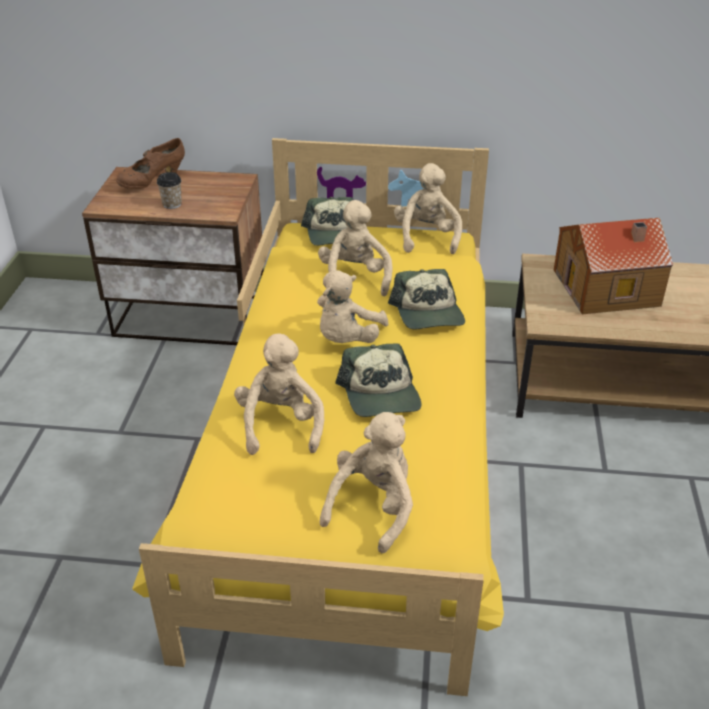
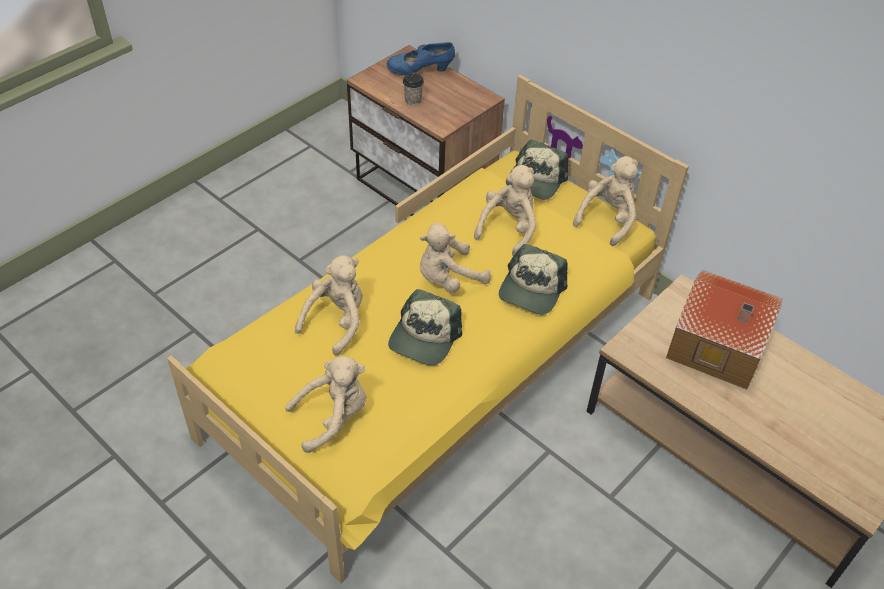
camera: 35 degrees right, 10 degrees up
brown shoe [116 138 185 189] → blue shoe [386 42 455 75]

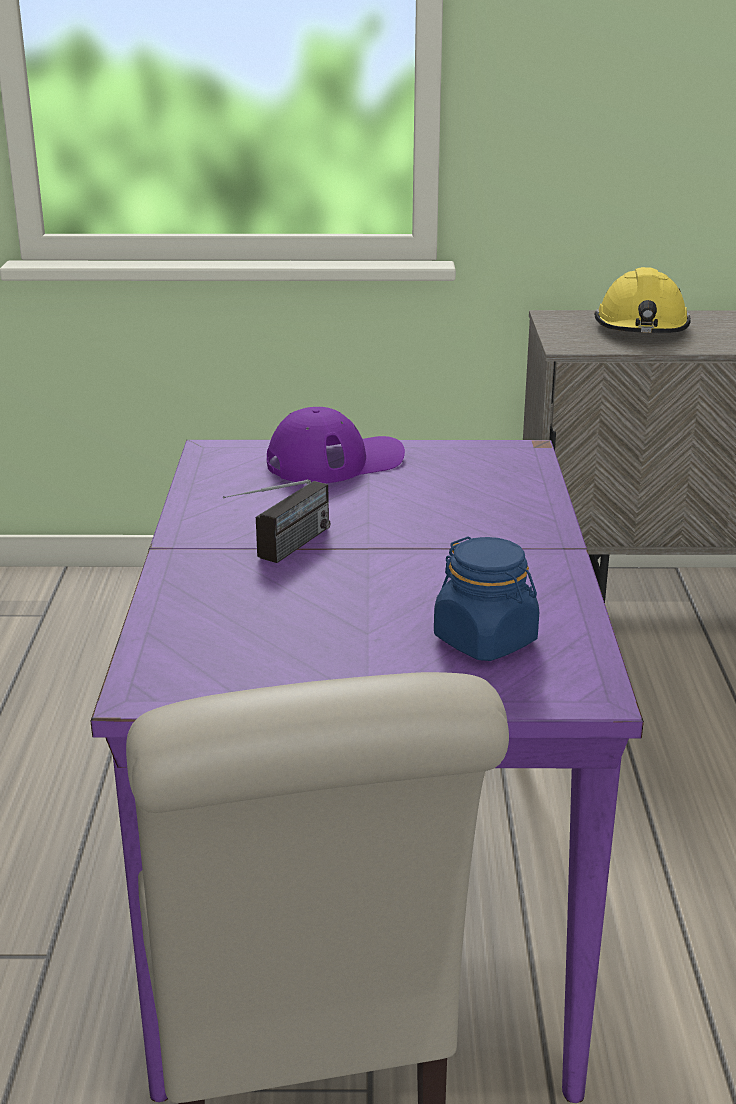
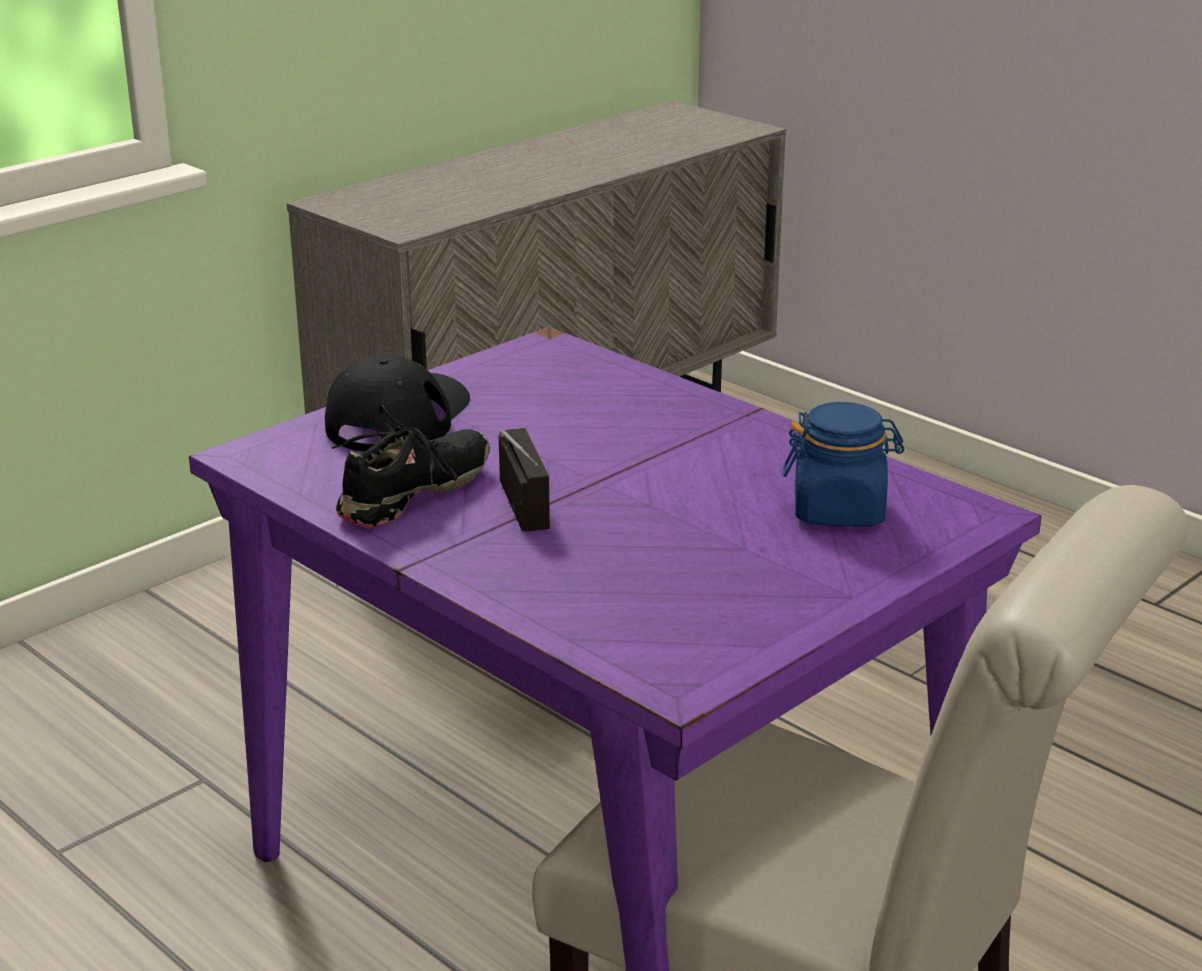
camera: 45 degrees left, 0 degrees up
purple cap [267 407 405 483] → black cap [325 355 470 452]
yellow hard hat [594 267 691 333] → -
- → black shoe [331 405 490 528]

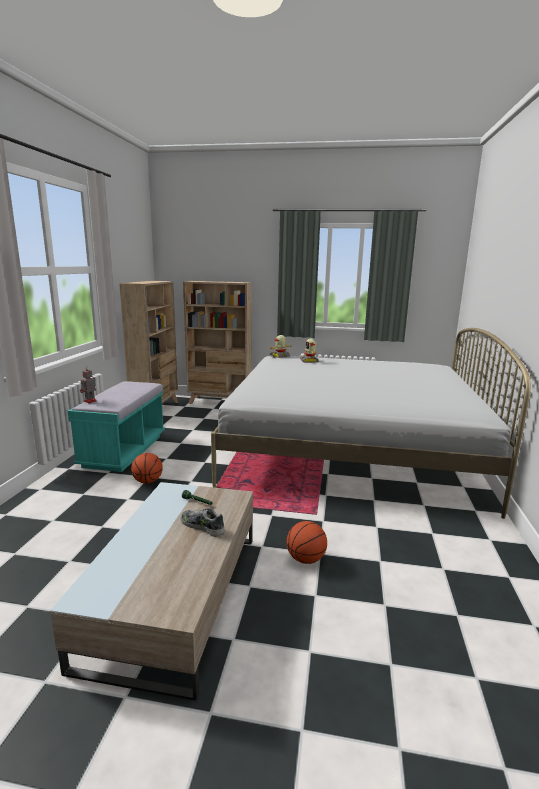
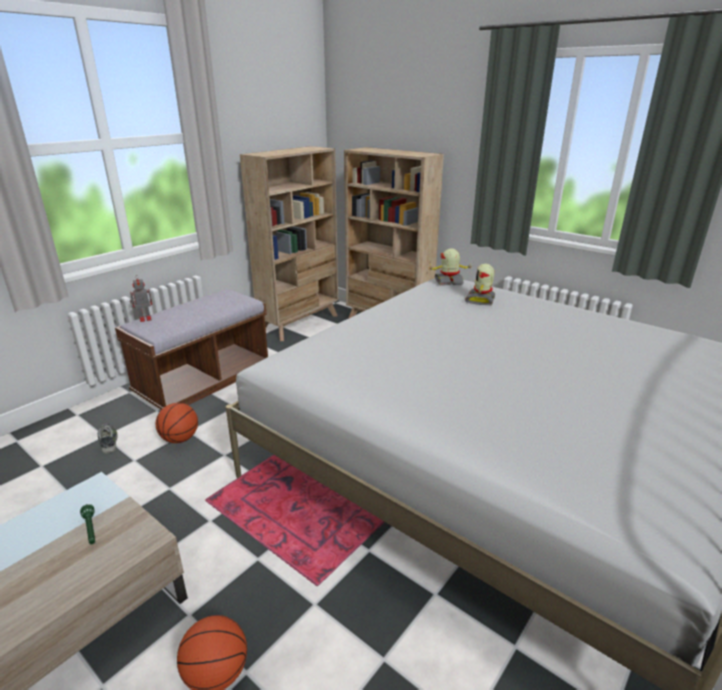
camera: 30 degrees right, 10 degrees up
turquoise bench [68 381 165 472] → brown bench [115 289 268 410]
shoe [181 508 225 537] → shoe [98 423 118 454], relocated

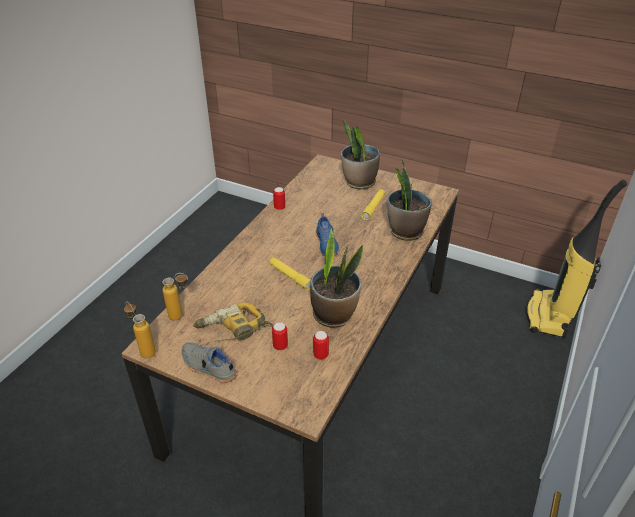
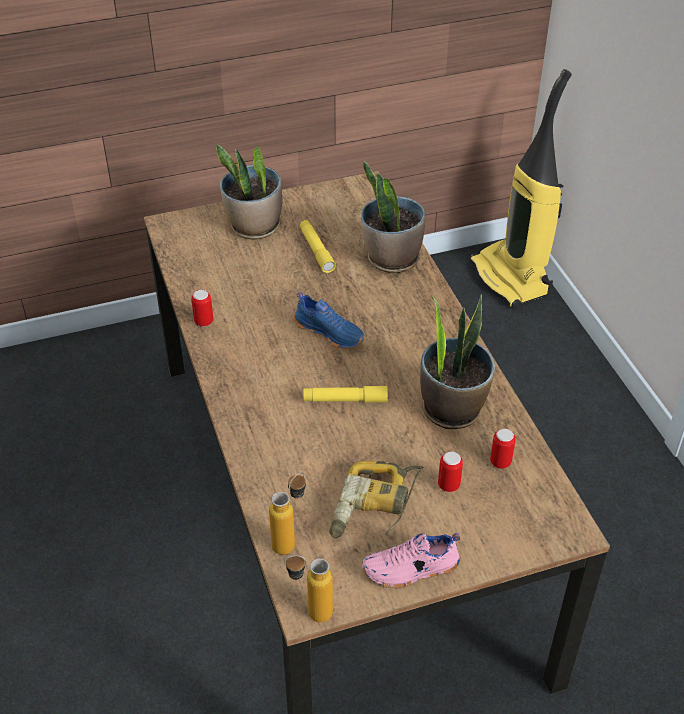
camera: 45 degrees left, 5 degrees up
grey shoe [182 342 237 383] → pink shoe [362 533 460 588]

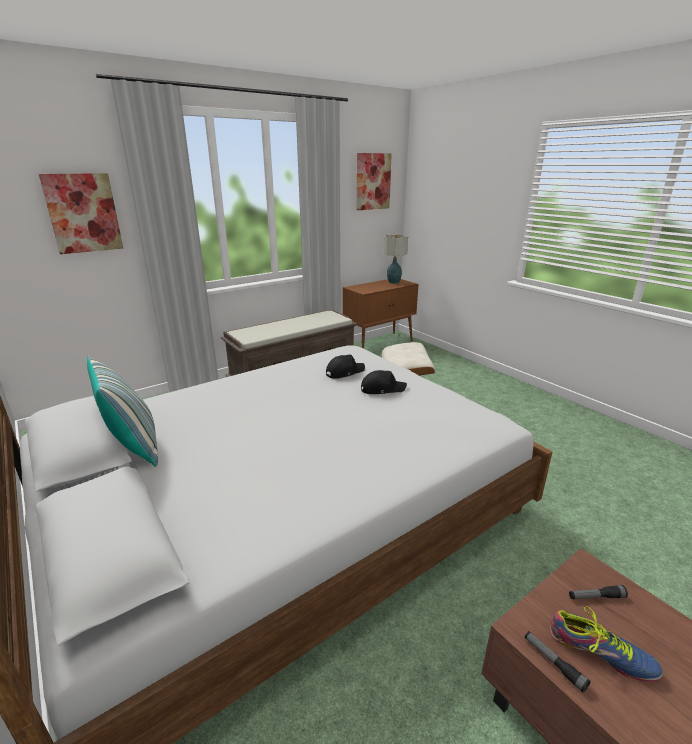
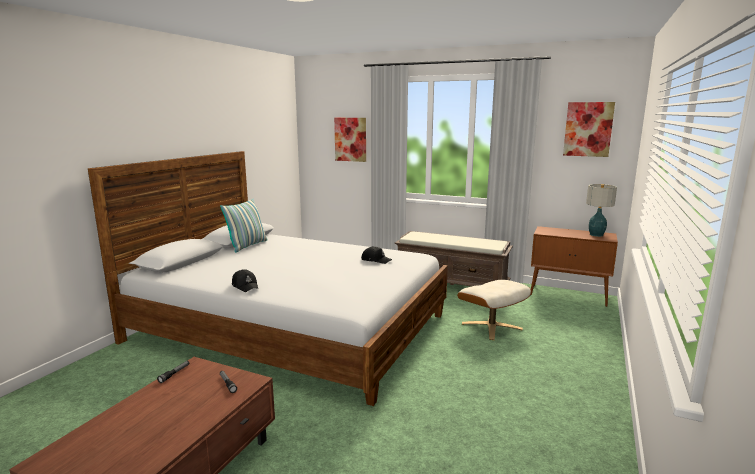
camera: 60 degrees right, 10 degrees down
black cap [361 370 407 394] → black cap [232 269 258 292], relocated
shoe [550 606 663 682] → -

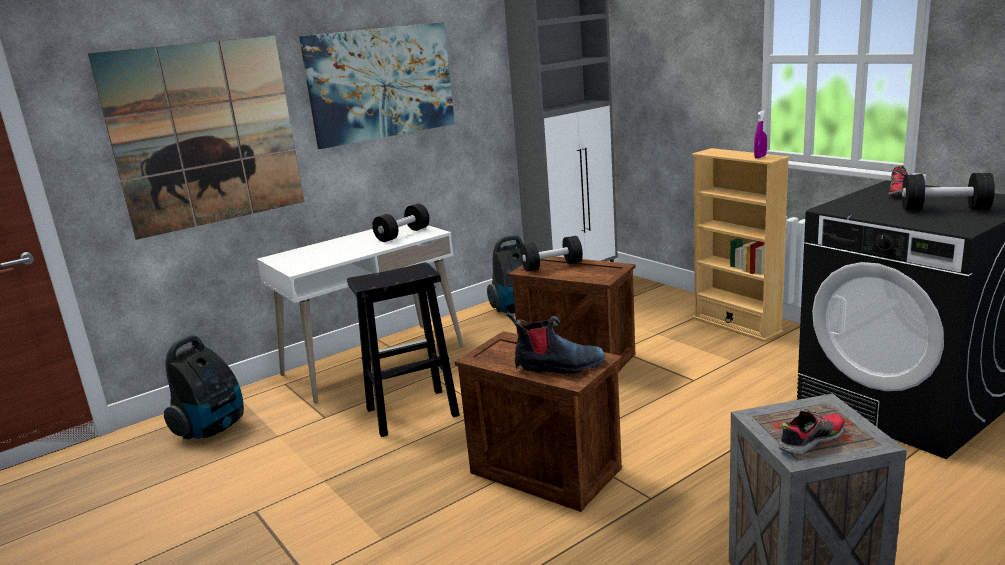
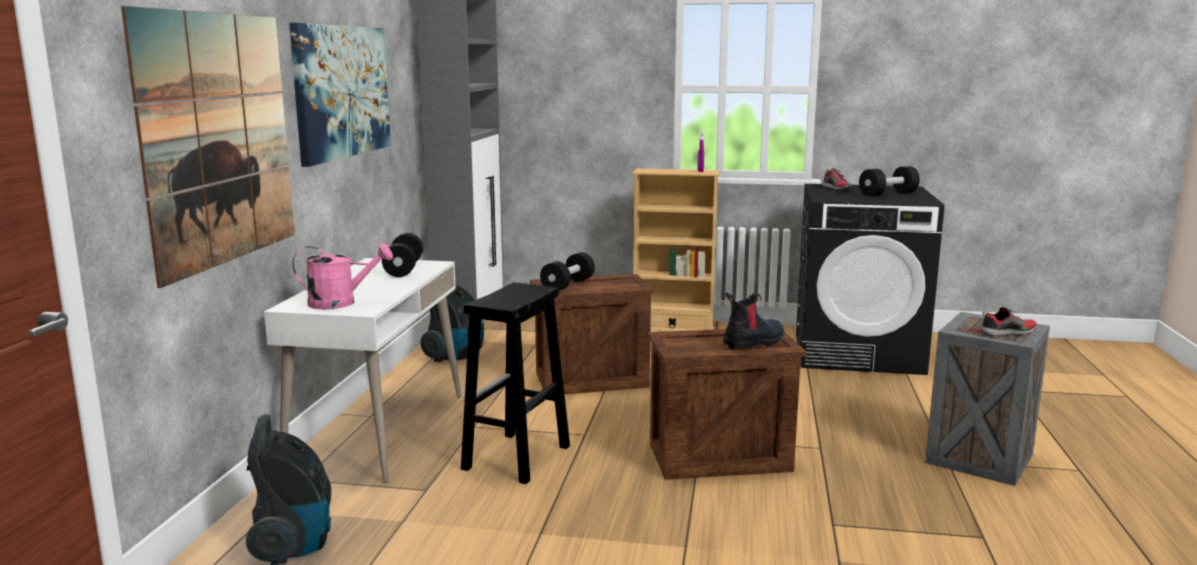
camera: 45 degrees left, 5 degrees down
shoe [778 408 845 455] → shoe [979 307 1037 336], 60 degrees clockwise
- → pink watering can [292 243 393 309]

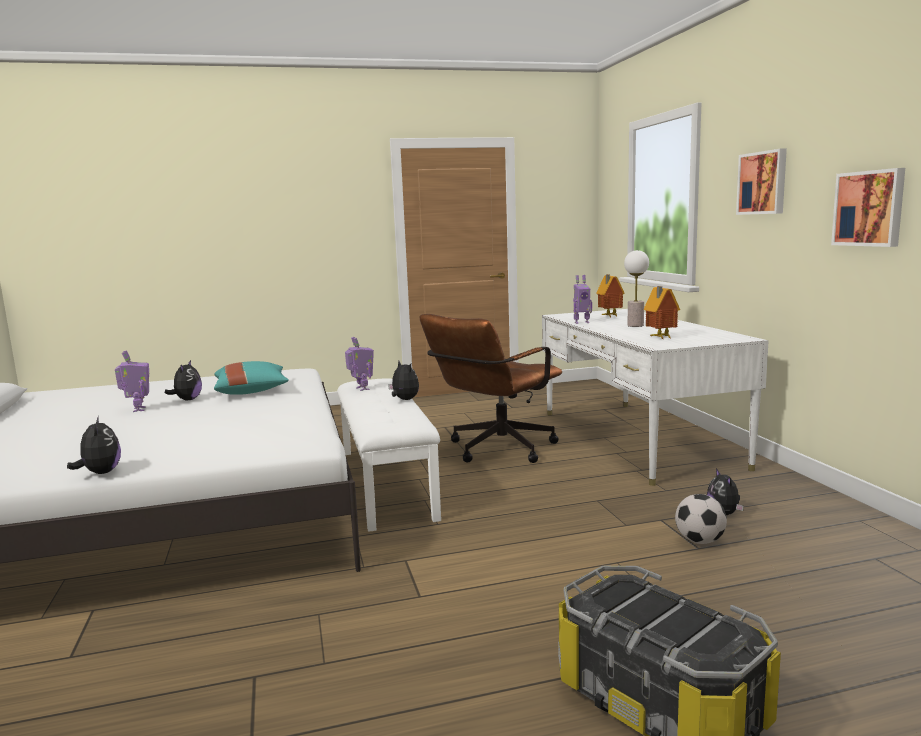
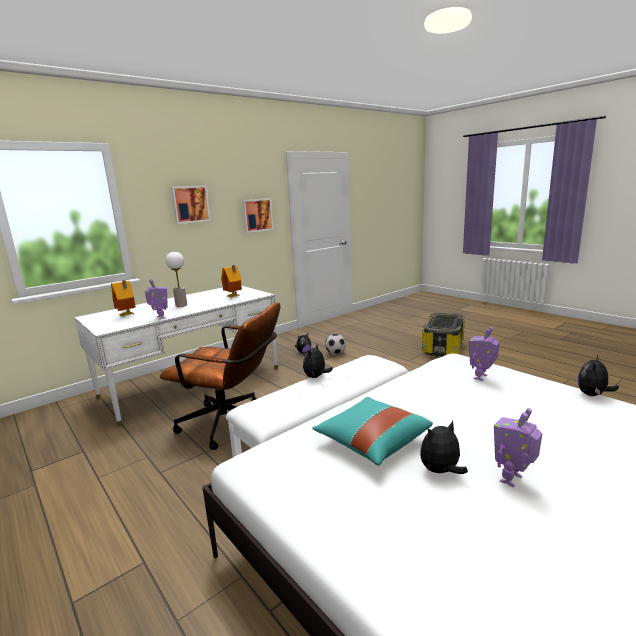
camera: 115 degrees left, 5 degrees up
toy robot [345 337 374 391] → toy robot [469 327 500 381], relocated

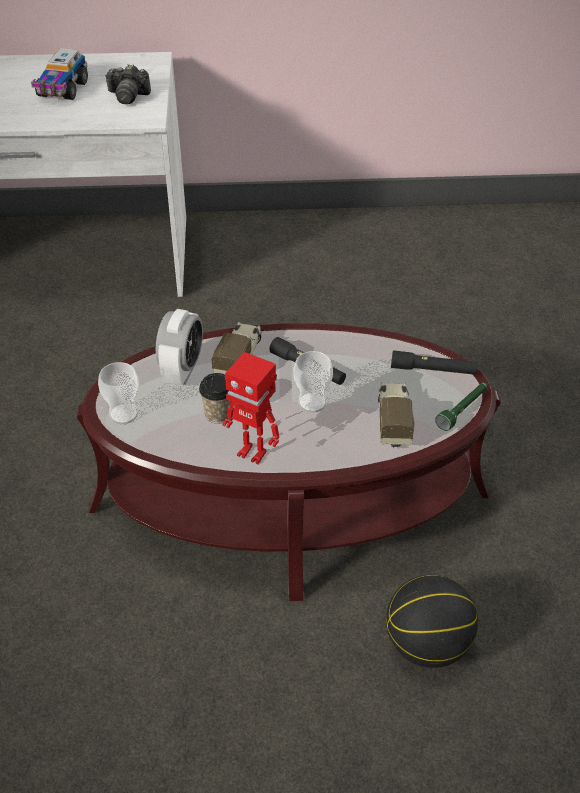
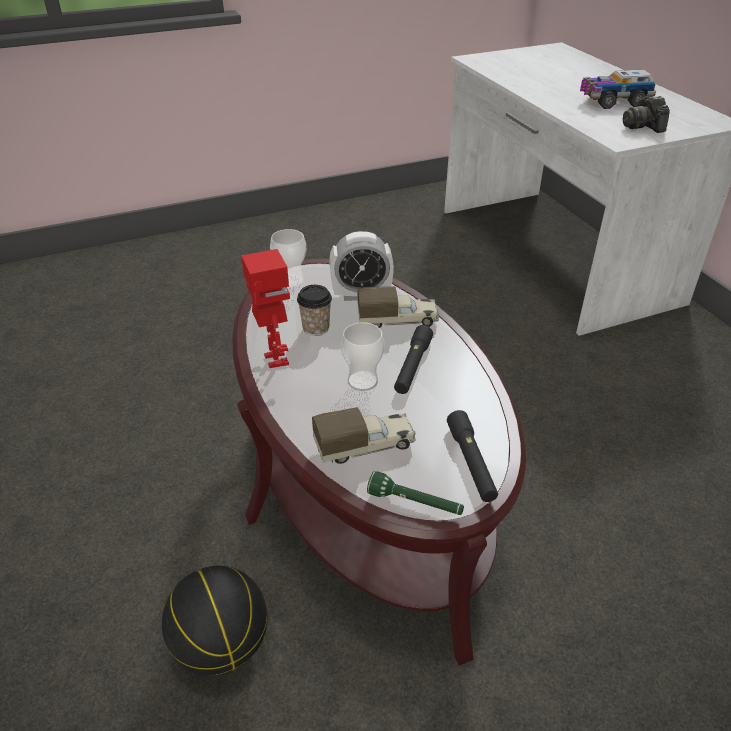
camera: 70 degrees right, 5 degrees down
toy robot [222 352 279 465] → toy robot [241 249 290 368], 150 degrees clockwise

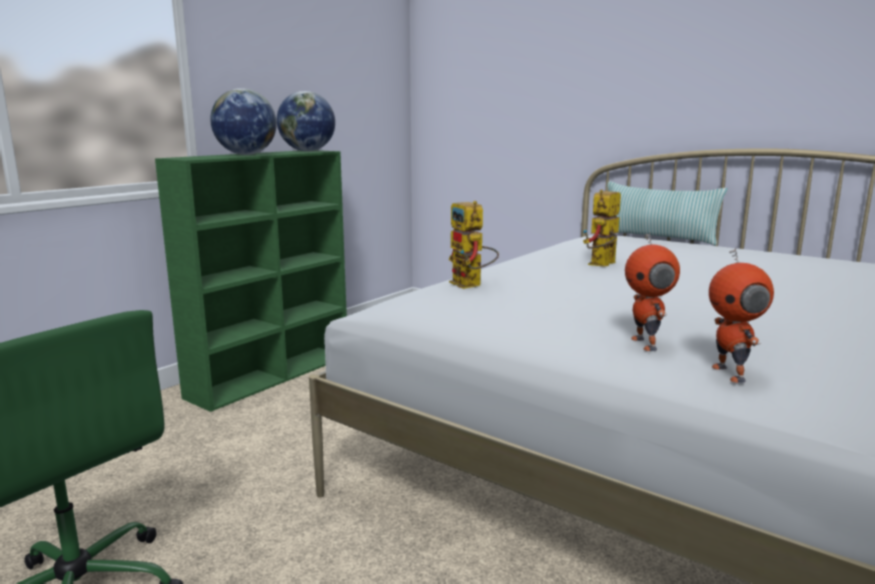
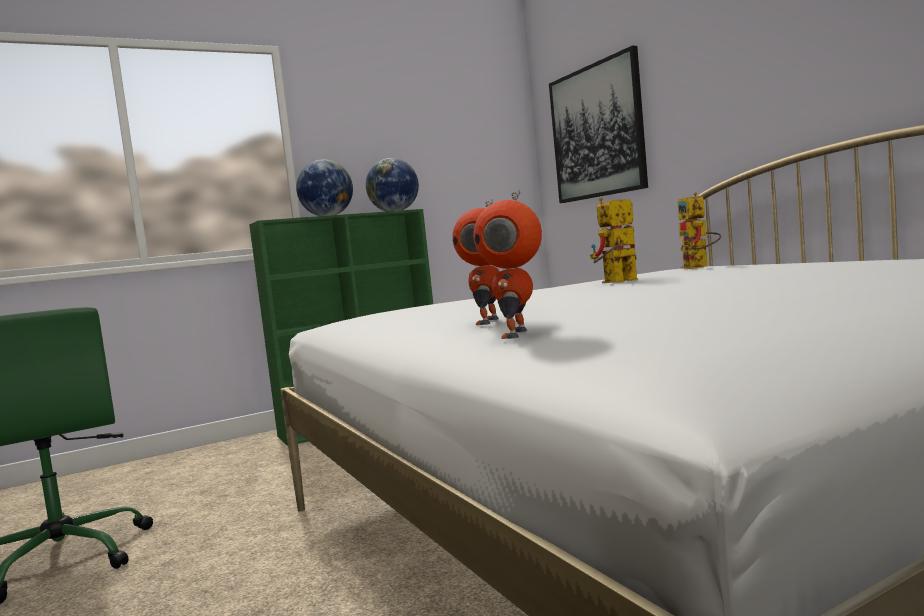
camera: 25 degrees right, 10 degrees down
toy robot [449 201 499 289] → toy robot [678 192 721 269], relocated
pillow [607 181 728 245] → -
- → picture [549 46 648 203]

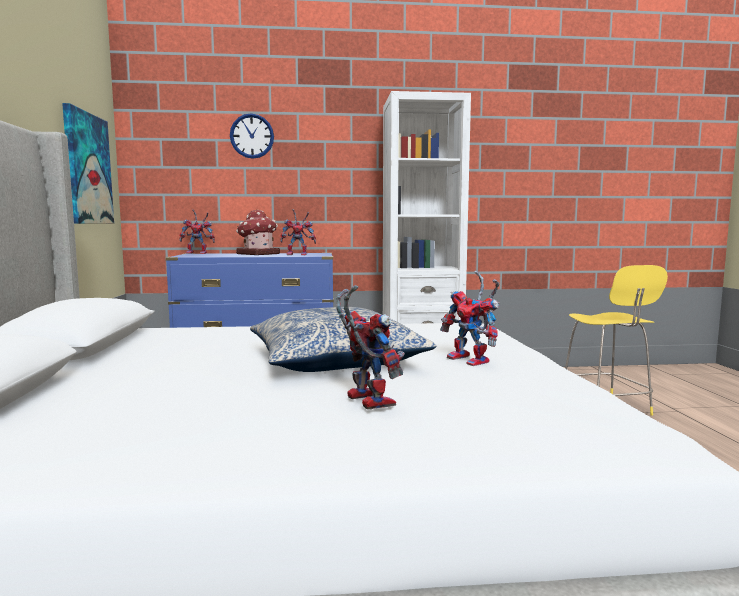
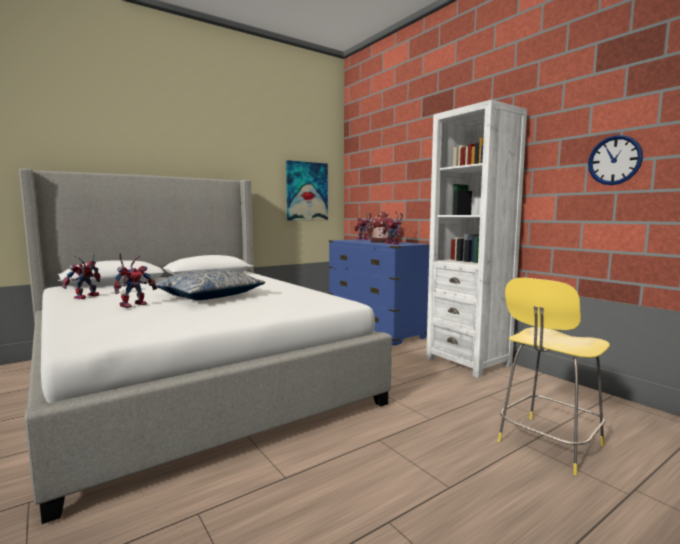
camera: 60 degrees right, 0 degrees up
wall clock [230 113 274 159] → wall clock [588 135 643 185], relocated
toy robot [440 271 500 366] → toy robot [62 250 101 299], relocated

